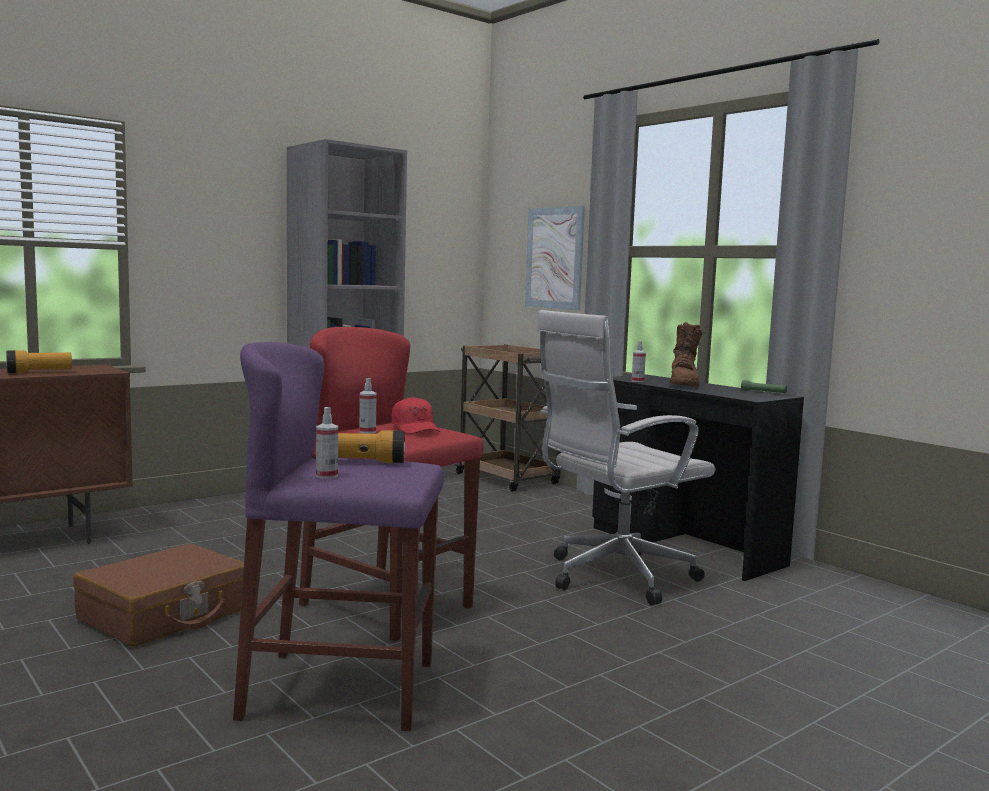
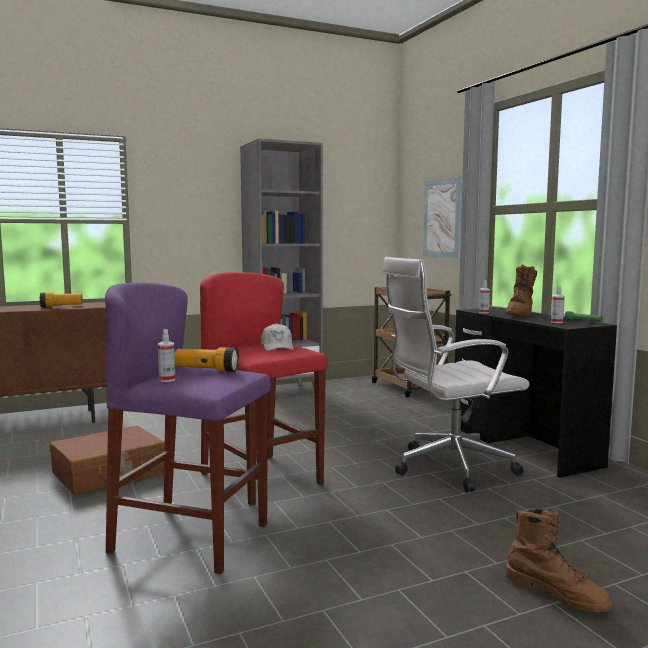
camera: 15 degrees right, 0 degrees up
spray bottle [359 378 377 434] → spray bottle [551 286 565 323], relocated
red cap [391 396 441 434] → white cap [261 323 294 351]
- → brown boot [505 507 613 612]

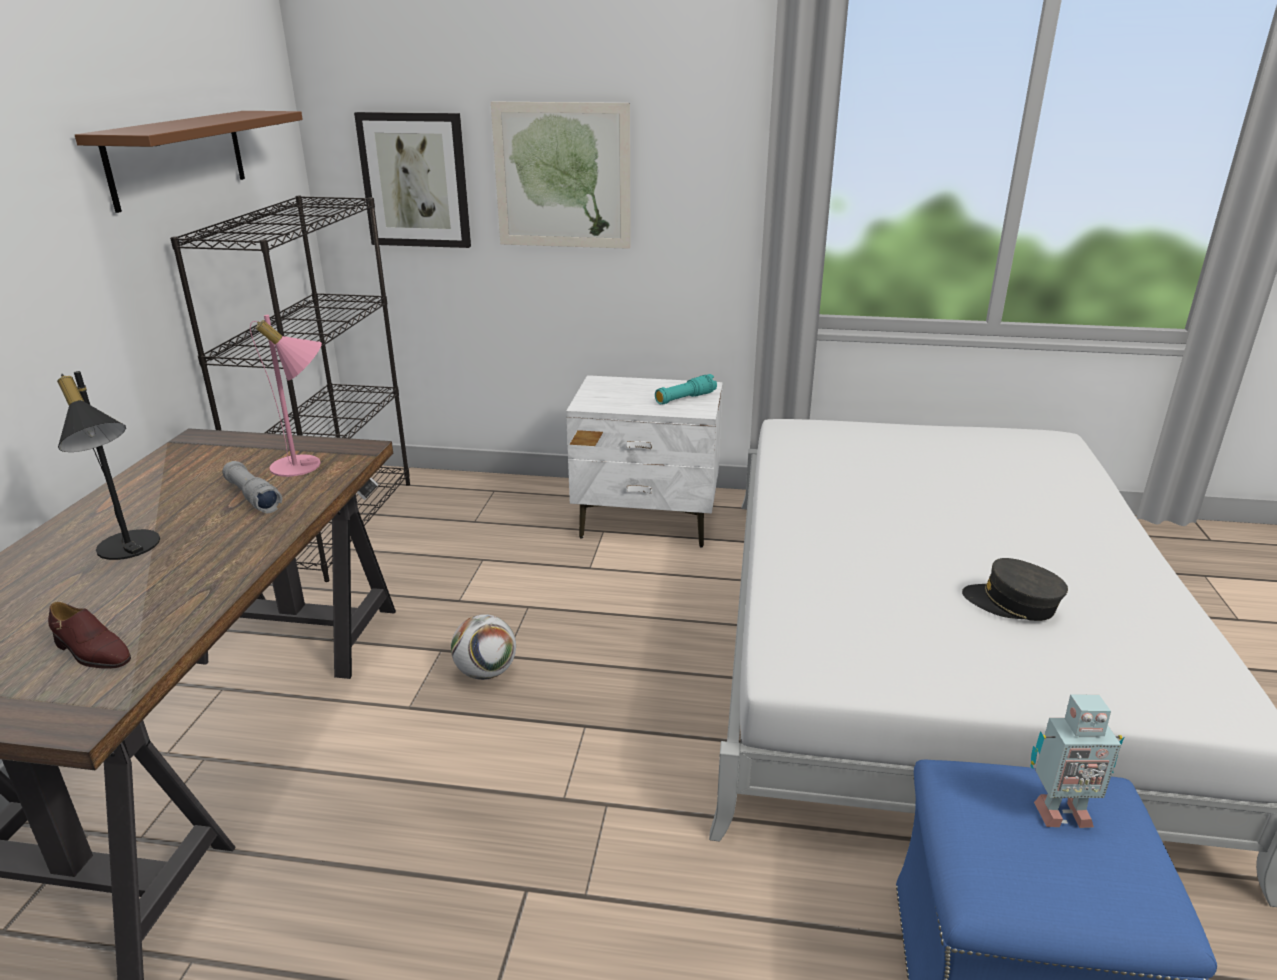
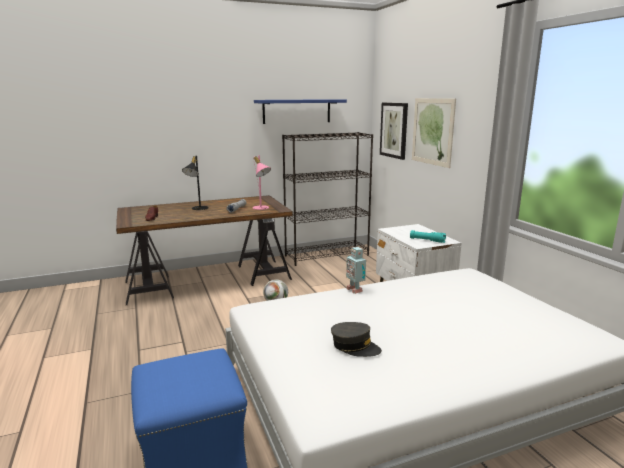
camera: 60 degrees right, 10 degrees down
brown shelf [75 111 303 213] → blue shelf [254 99 347 124]
grey cap [962 558 1068 621] → grey cap [331 322 382 357], 120 degrees clockwise
toy robot [1030 694 1124 828] → toy robot [346 247 366 294], relocated

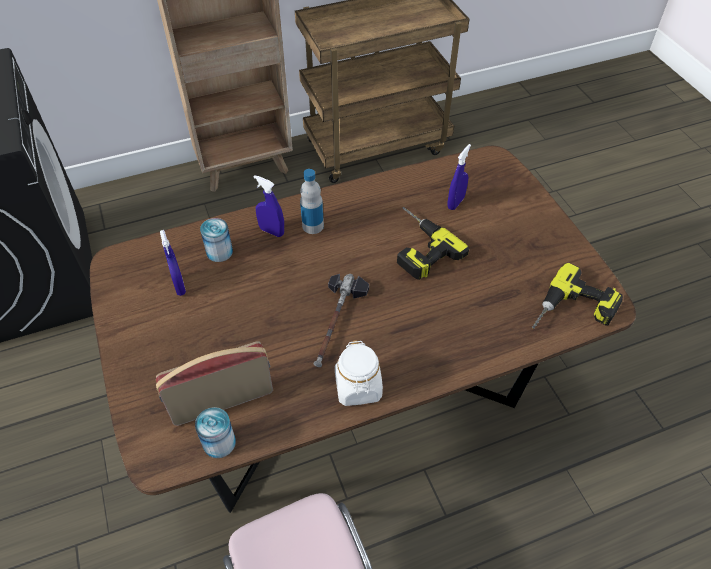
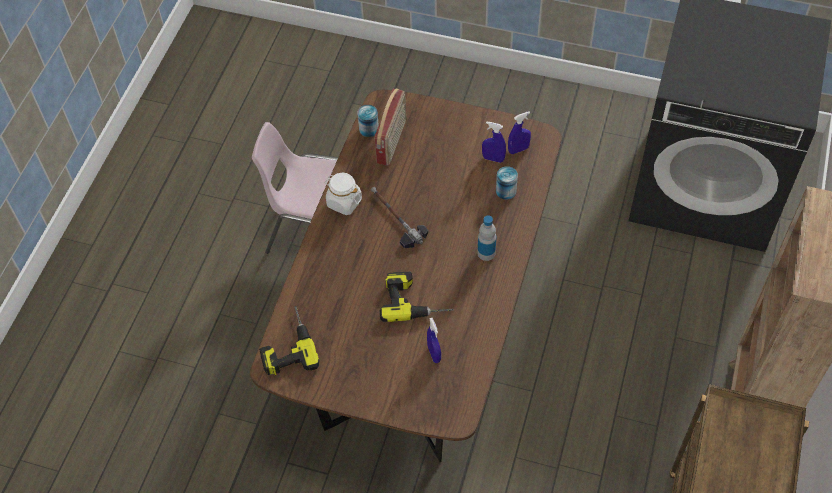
camera: 130 degrees right, 5 degrees up
blue spray bottle [254 175 284 237] → blue spray bottle [508 111 531 154], relocated

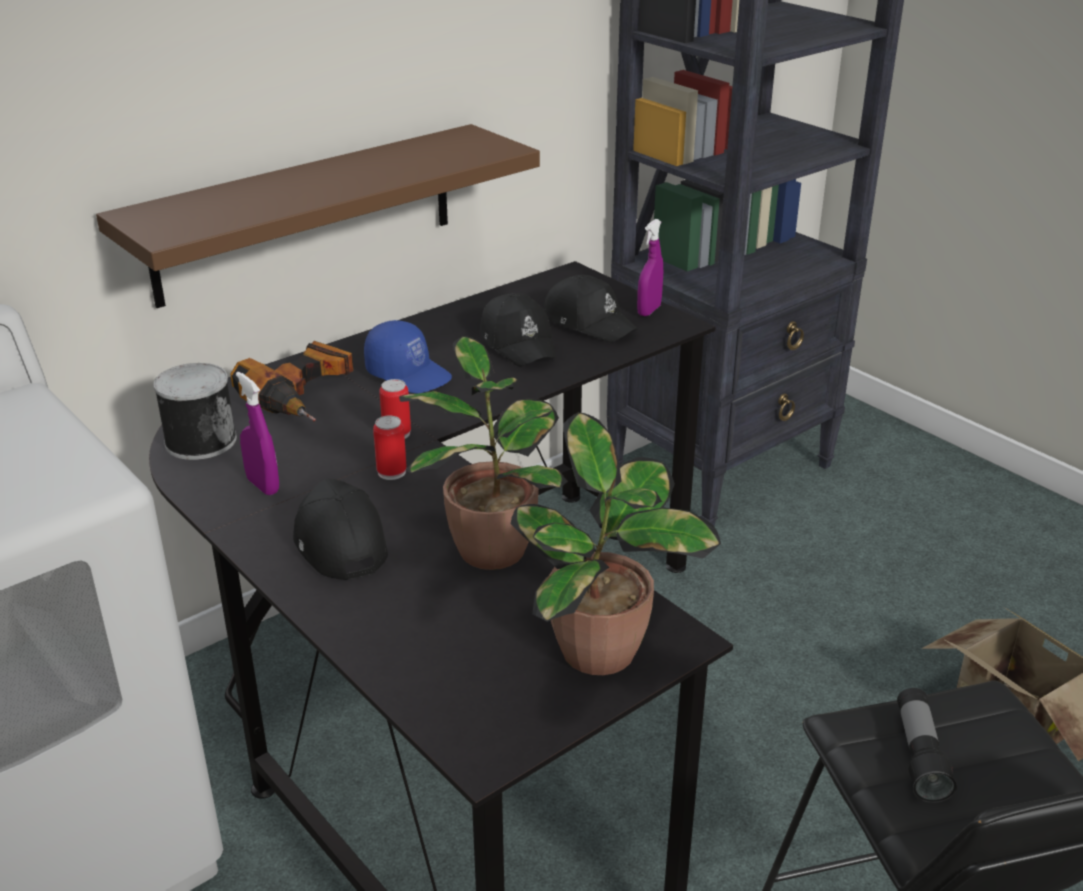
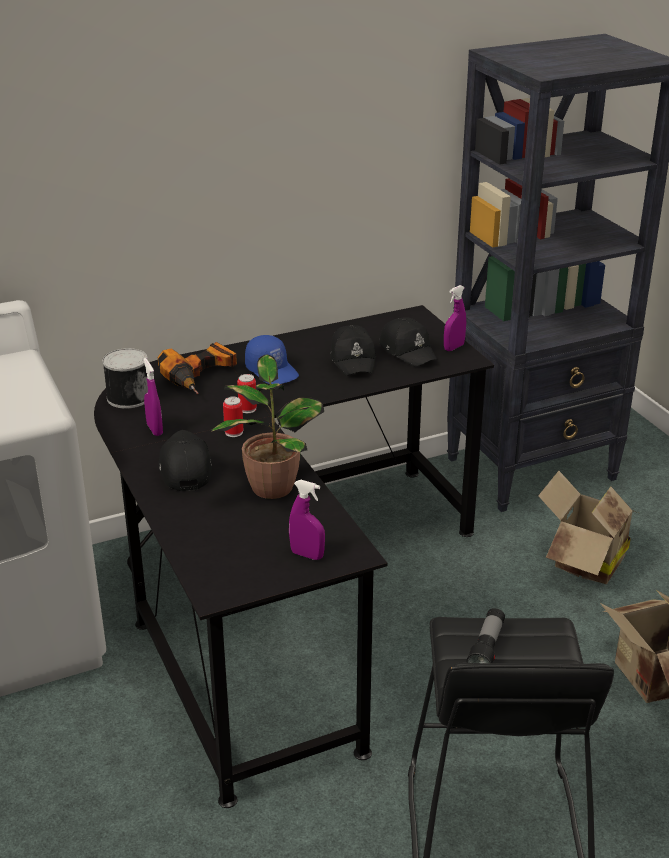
camera: 15 degrees right, 0 degrees up
brown shelf [96 124 540 308] → -
potted plant [511 412 721 675] → purple spray bottle [289 480 325 560]
- → cardboard box [538 471 638 584]

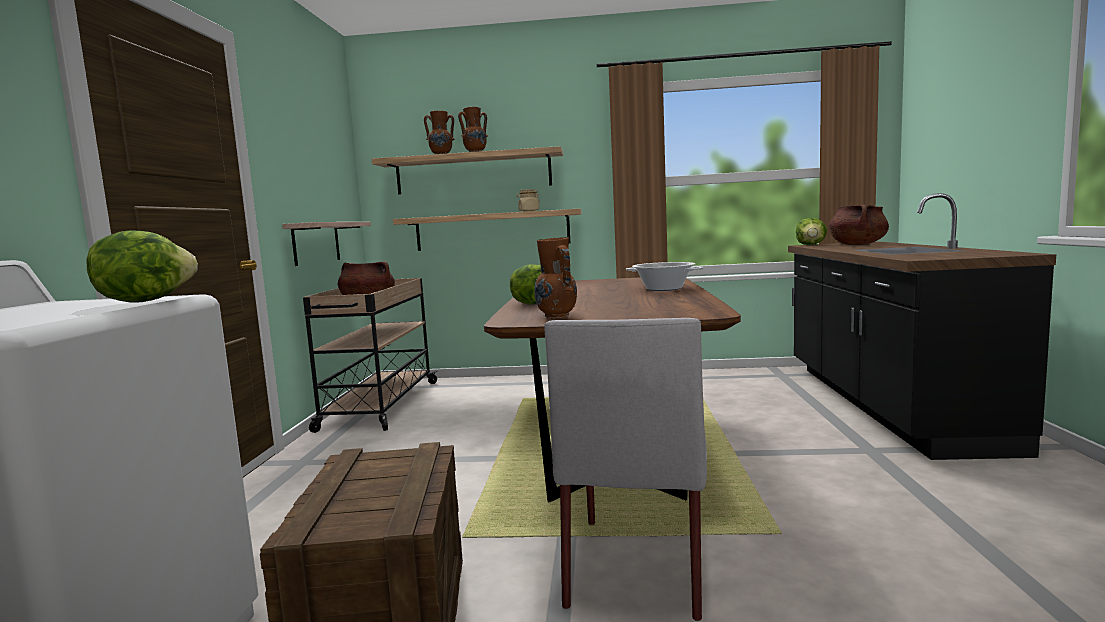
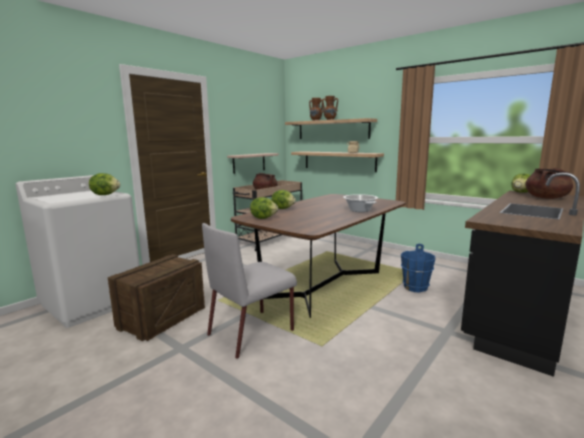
camera: 35 degrees right, 5 degrees up
brown vase [534 237 577 318] → lettuce [250 197 278 219]
- → blue bucket [401 244 436 292]

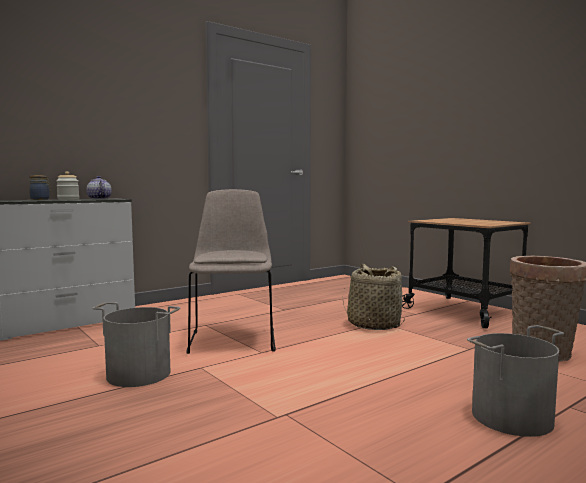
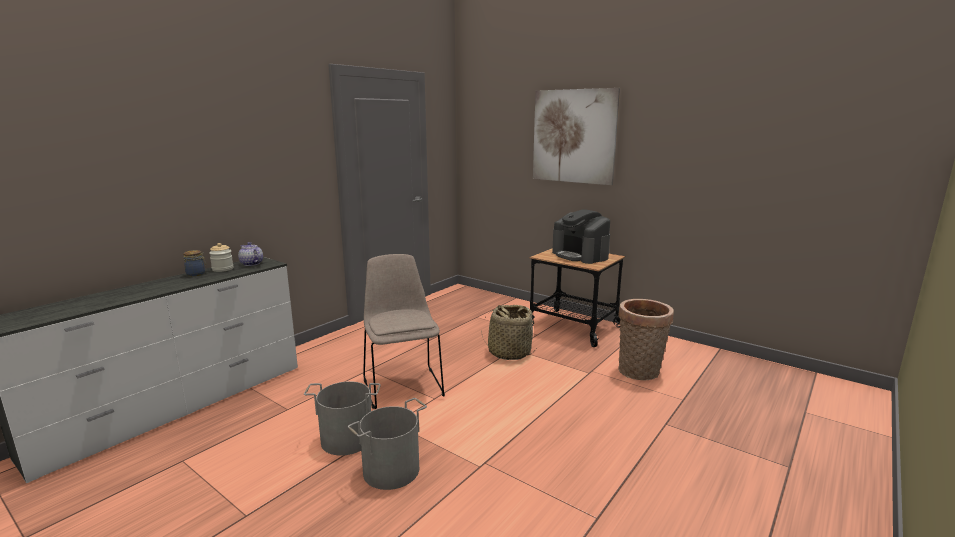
camera: 15 degrees left, 10 degrees up
grey bucket [467 325 564 437] → grey bucket [348 398 427 490], relocated
- → picture [533 88 620 185]
- → coffee machine [552 210 610 264]

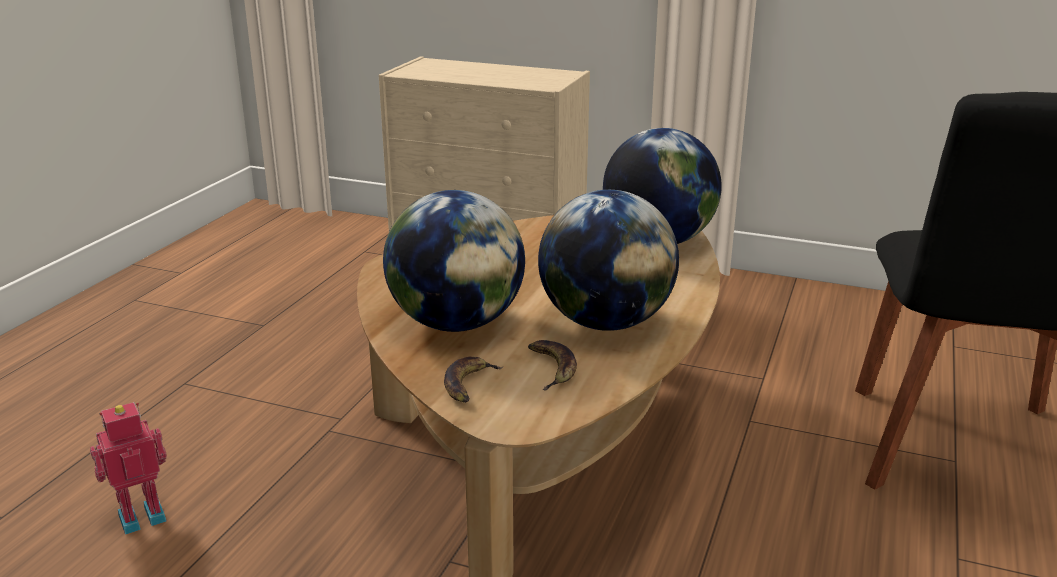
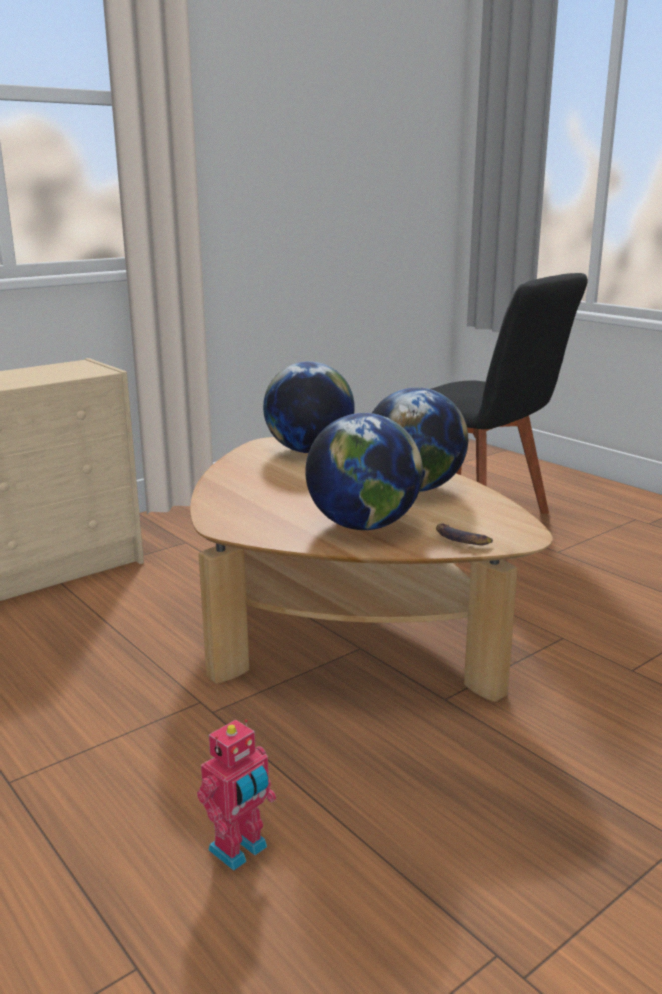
camera: 60 degrees left, 5 degrees down
toy robot [90 402 167 535] → toy robot [197 719 276 871], 135 degrees counterclockwise
banana [528 340 577 390] → -

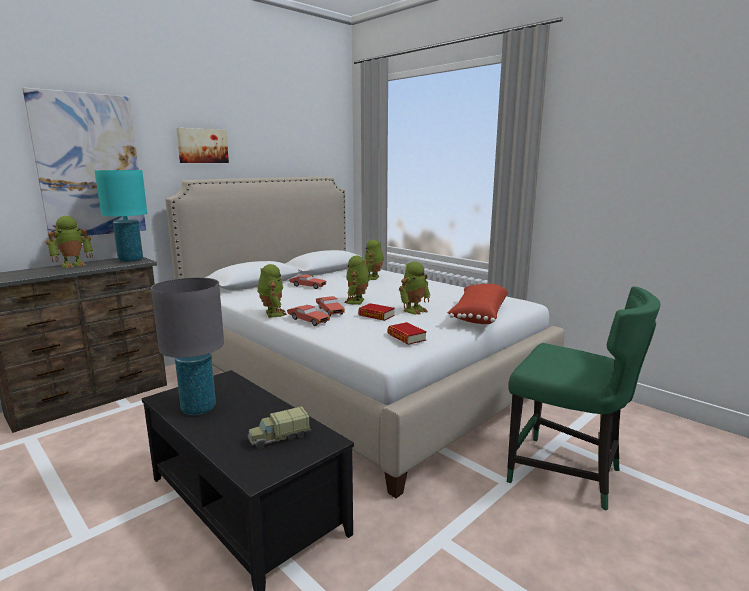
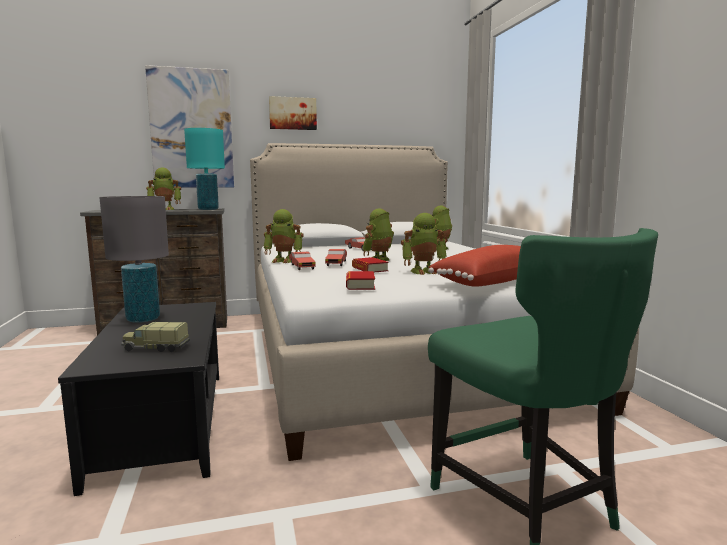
camera: 30 degrees right, 5 degrees down
toy robot [257 264 287 318] → toy robot [264 209 304 263], 90 degrees clockwise

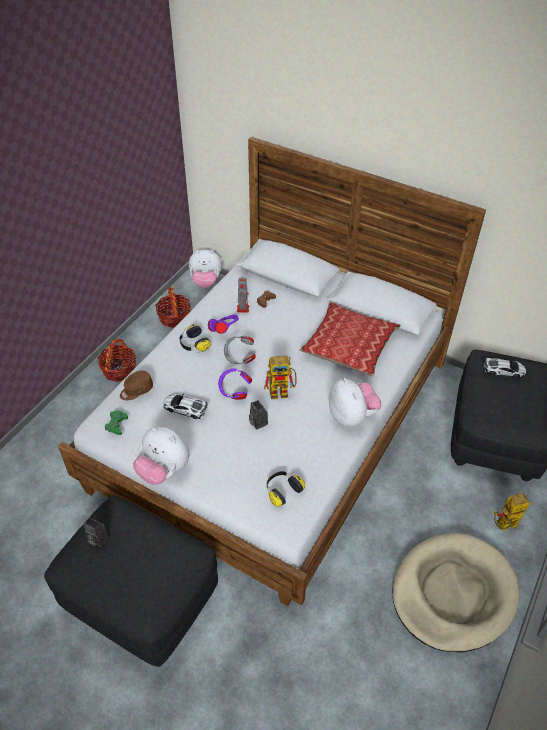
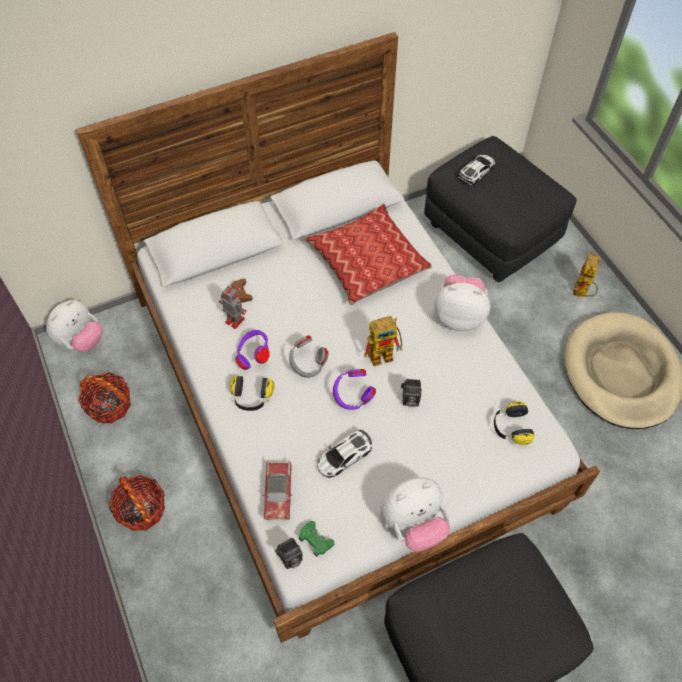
camera: 55 degrees left, 10 degrees up
photo camera [84 518 109 547] → photo camera [275 538 303 569], relocated
brown cap [120 370 153 400] → toy car [262 460 292 521]
toy robot [264 355 297 399] → toy robot [364 316 403 366], 45 degrees clockwise

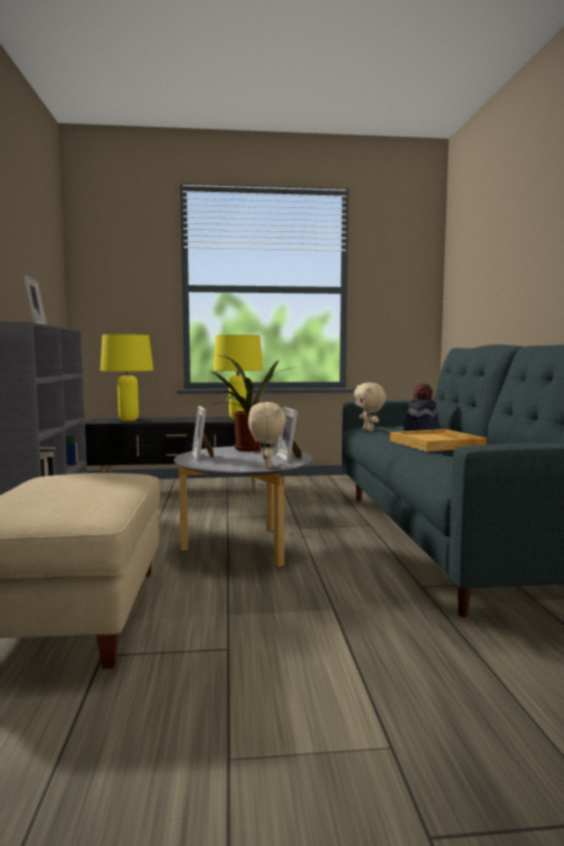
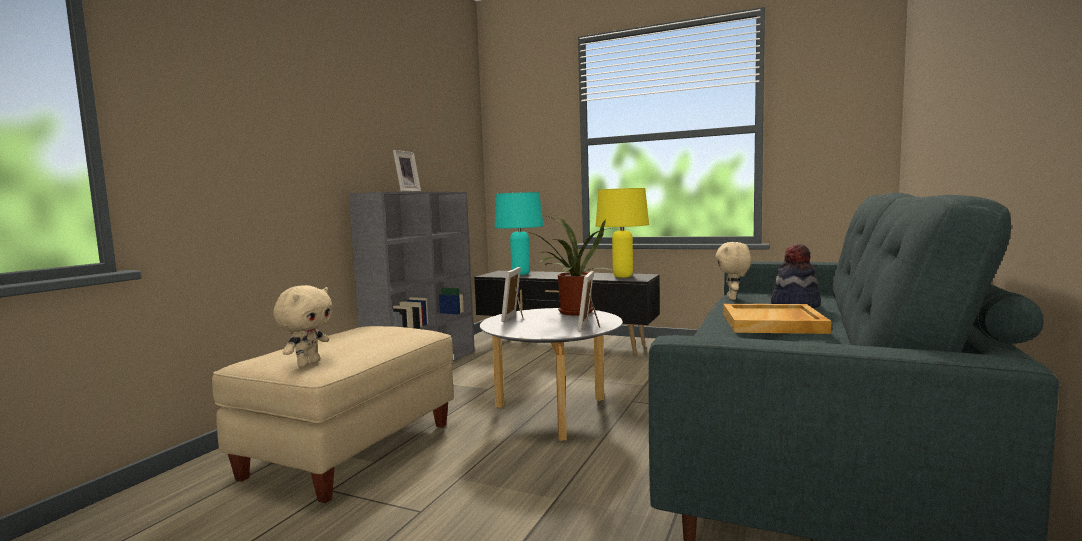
camera: 30 degrees right, 0 degrees up
yellow table lamp [100 334 154 421] → turquoise table lamp [495 192 544 275]
beige plush toy [248 402 286 468] → beige plush toy [273 285 333 367], relocated

